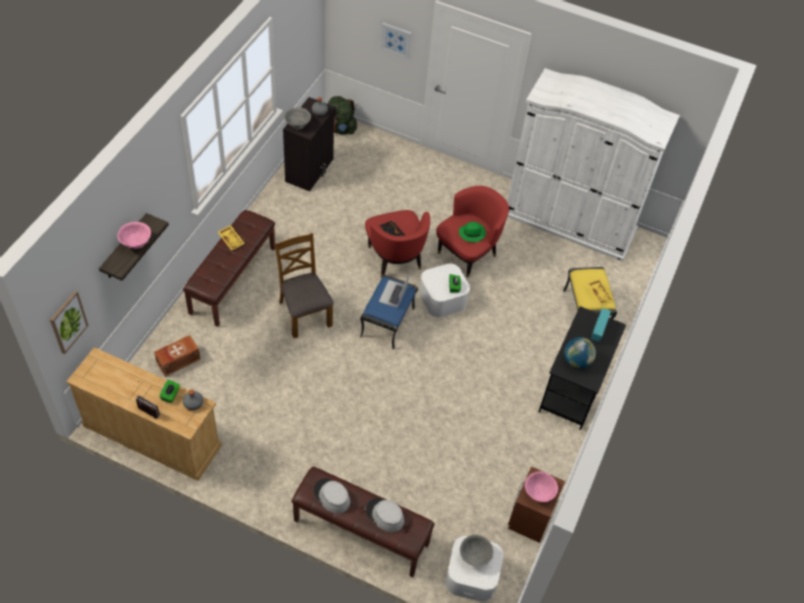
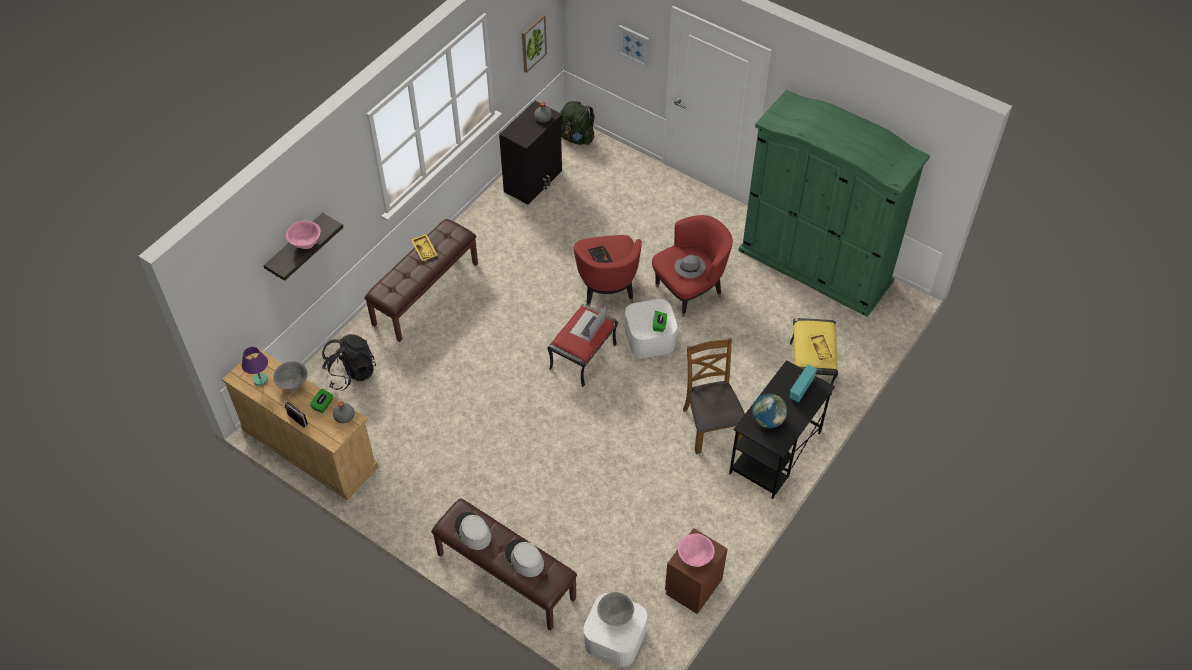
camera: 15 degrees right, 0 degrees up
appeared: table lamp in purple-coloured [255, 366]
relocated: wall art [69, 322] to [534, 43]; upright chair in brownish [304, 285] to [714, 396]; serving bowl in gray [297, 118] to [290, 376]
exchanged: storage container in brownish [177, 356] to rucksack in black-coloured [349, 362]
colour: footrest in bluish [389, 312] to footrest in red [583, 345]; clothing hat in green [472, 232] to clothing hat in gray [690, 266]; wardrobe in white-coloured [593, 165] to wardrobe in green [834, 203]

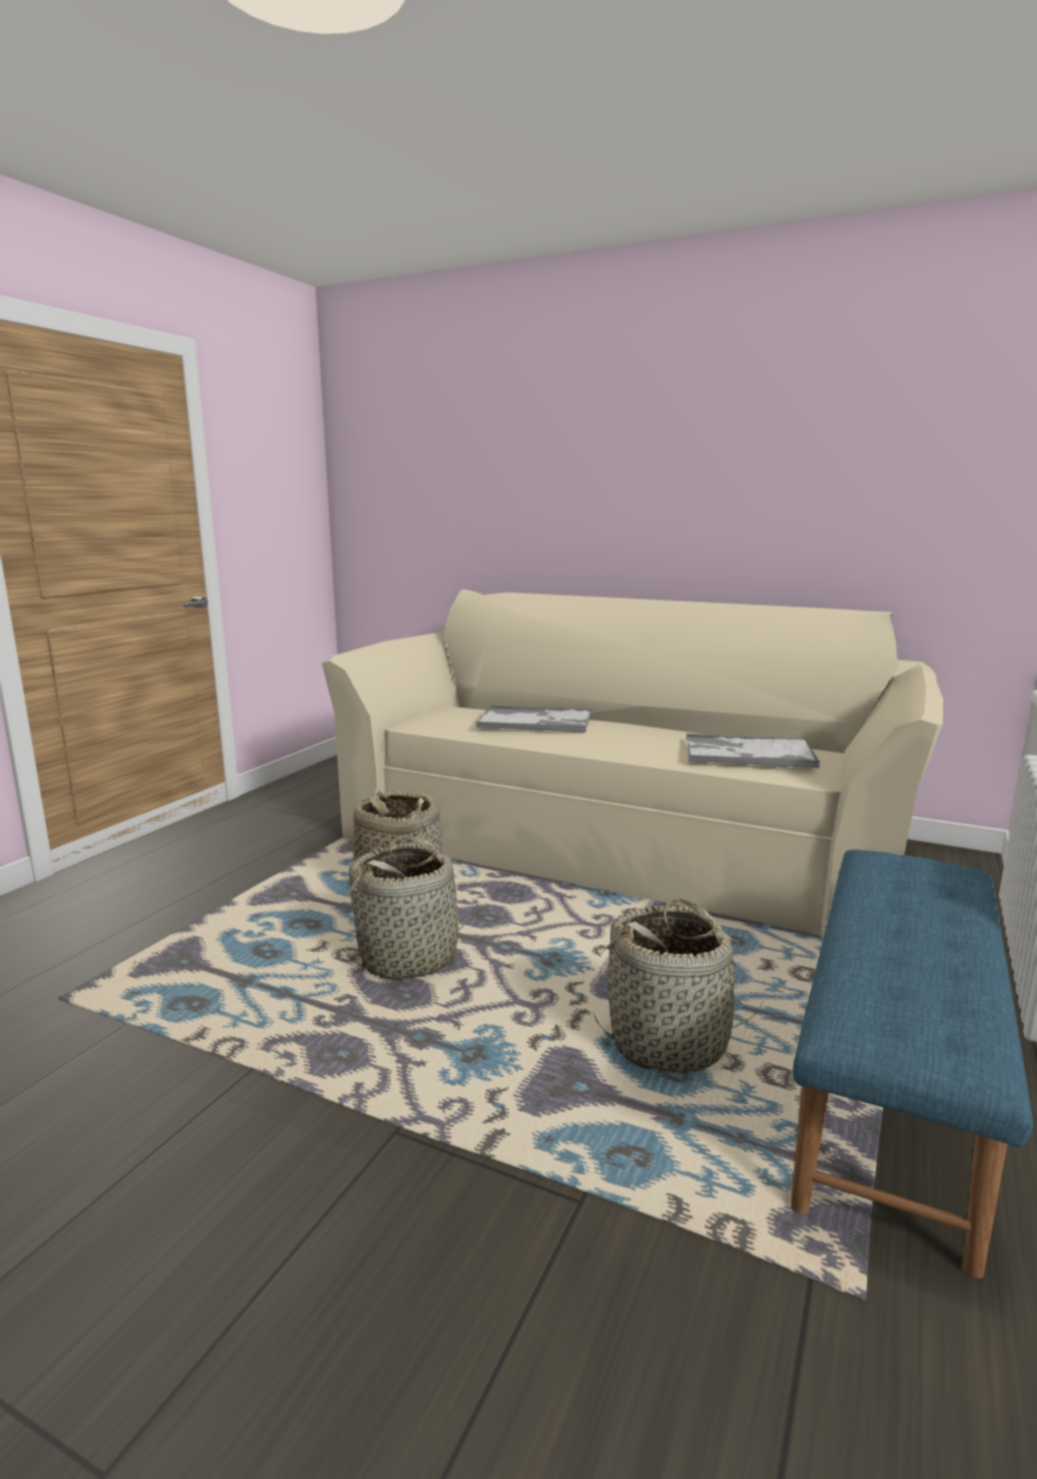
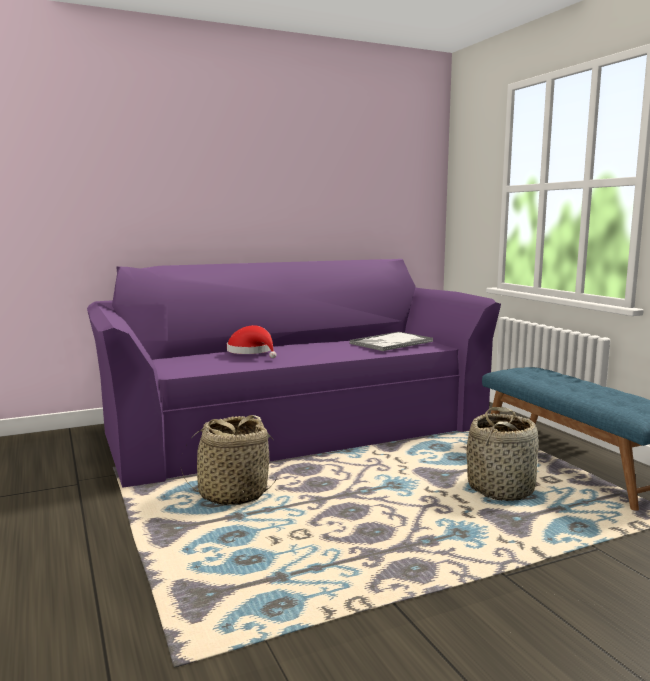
camera: 50 degrees left, 5 degrees down
missing: storage basket [411, 907]
exchanged: tray [534, 718] to clothing hat in red [251, 341]
colour: sofa in sand-coloured [632, 763] to sofa in purple-coloured [294, 373]

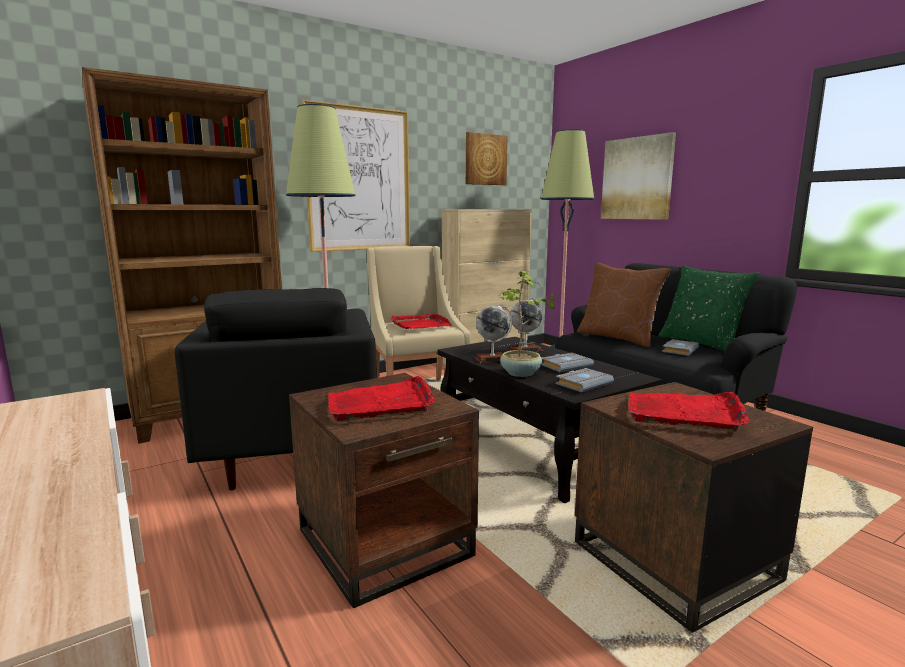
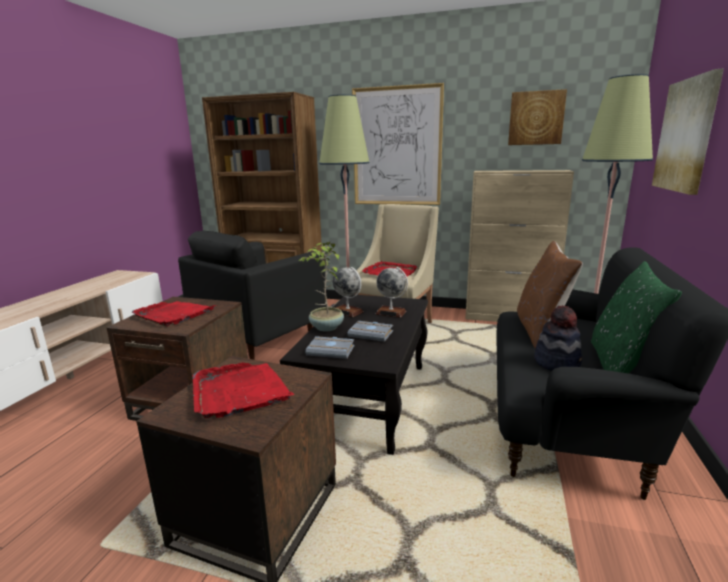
camera: 50 degrees right, 5 degrees up
exchanged: volume in gray [681, 347] to clothing hat [558, 338]

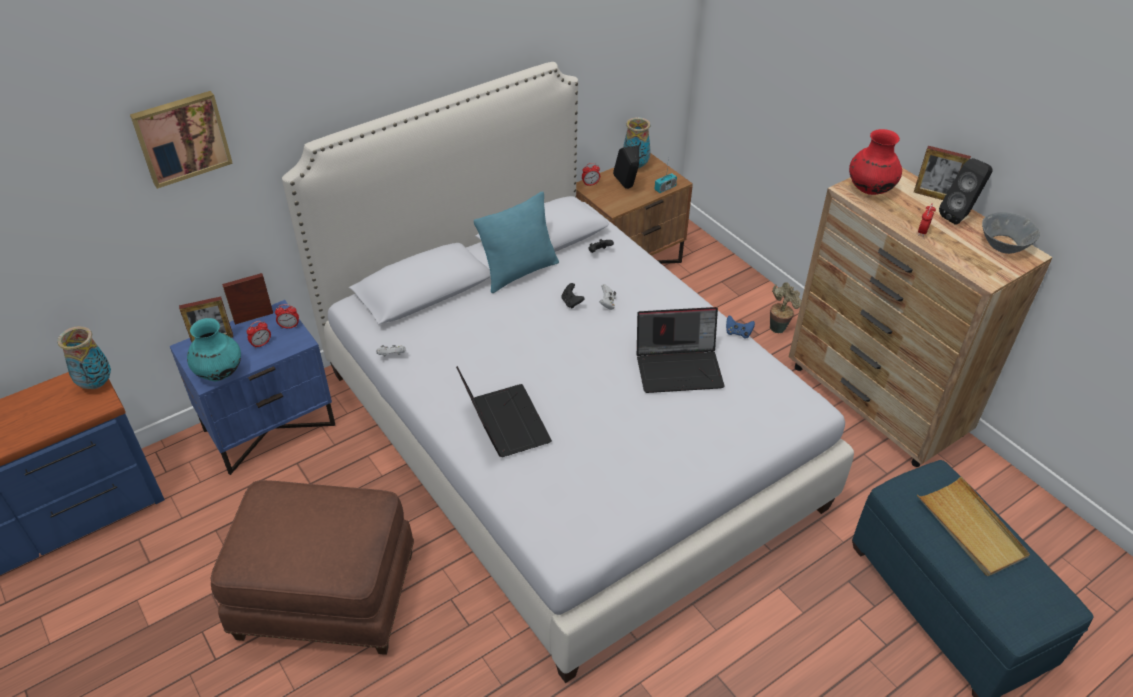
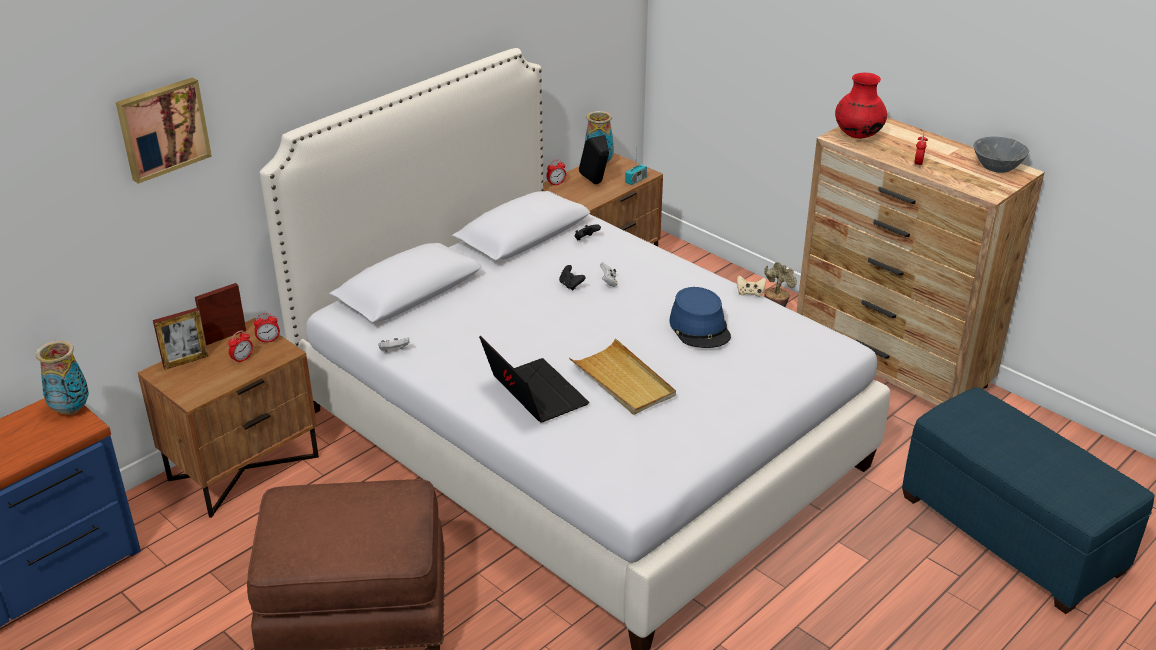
camera: 10 degrees left, 10 degrees down
missing: decorative vase in turquoise [214, 349]; pillow in turquoise [516, 242]; picture frame [942, 173]; speaker in black-coloured [965, 191]
relocated: tray in sand-coloured [973, 526] to [622, 376]
exchanged: notebook computer [680, 350] to clothing hat in bluish [700, 317]
colour: nightstand in bluish [252, 387] to nightstand in brownish [228, 418]; gamepad in bluish [740, 326] to gamepad in sand-coloured [751, 286]

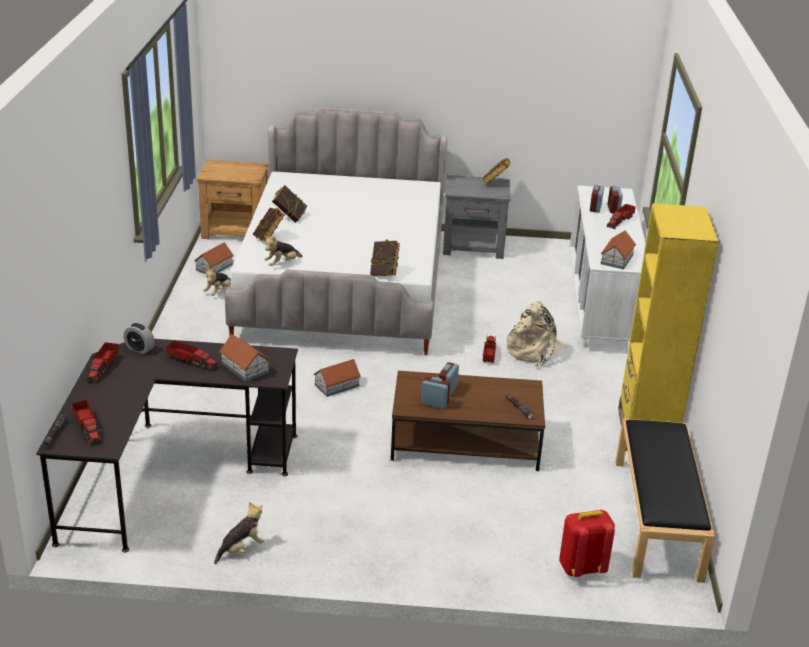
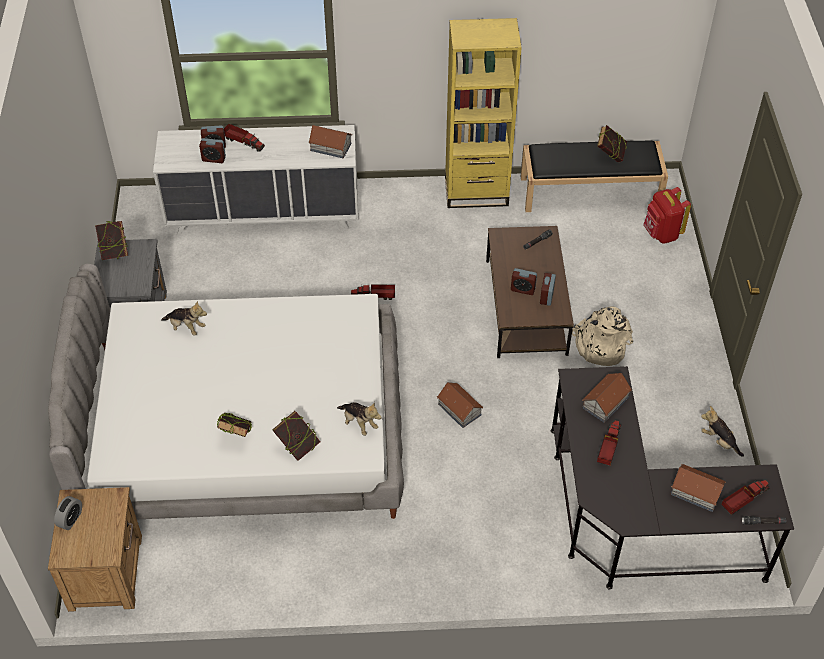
camera: 95 degrees left, 20 degrees up
missing: toy truck [103, 362]
relocated: alarm clock [139, 338] to [68, 513]; model house [214, 258] to [698, 488]; cuddly toy [217, 282] to [184, 318]; volume [385, 258] to [612, 143]; rucksack in sand-coloured [538, 334] to [602, 336]

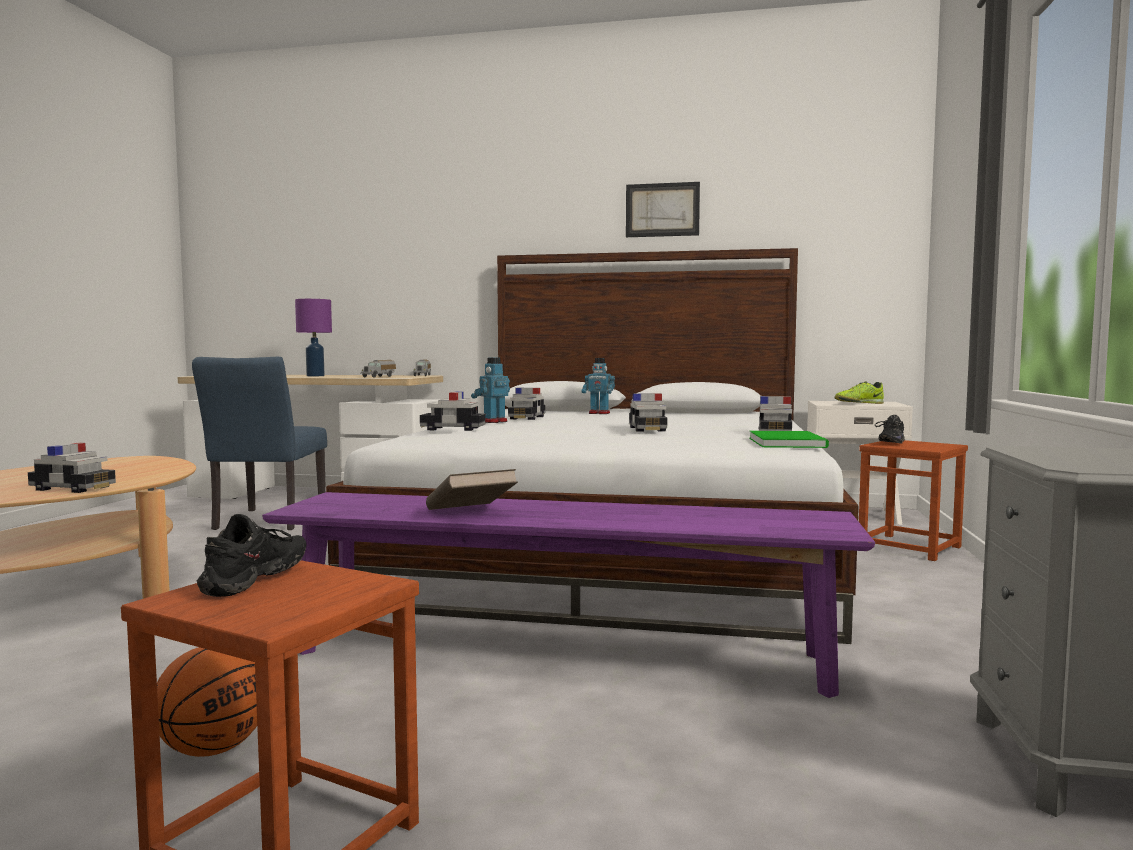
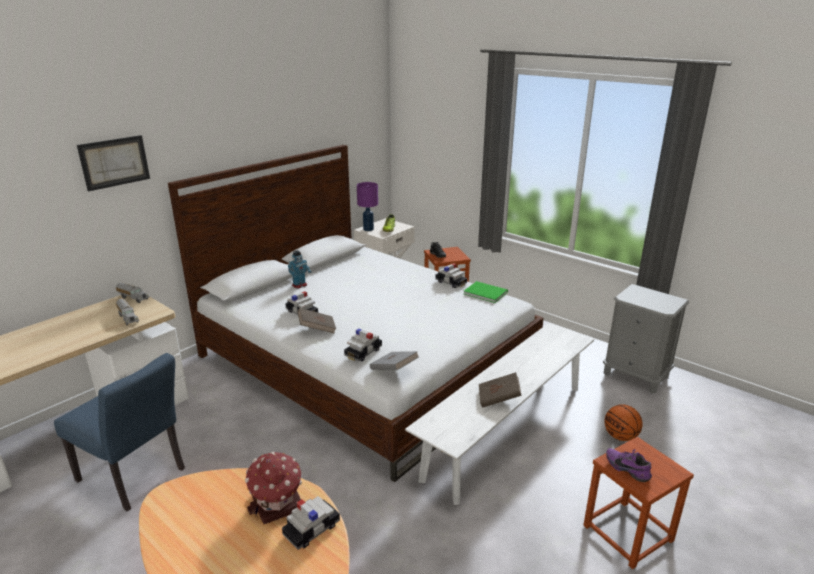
camera: 60 degrees left, 20 degrees up
missing: model car [648, 412]
appeared: model house [273, 488]; volume in gray [394, 360]
relocated: basketball [207, 702] to [623, 422]; table lamp in purple-coloured [313, 337] to [367, 206]; wall art [663, 209] to [113, 163]
exchanged: robot figure [490, 390] to volume in brownish [317, 321]
colour: item of footwear in black-coloured [251, 555] to item of footwear in purple-coloured [629, 465]; bench in purple-coloured [568, 595] to bench in white-coloured [499, 414]

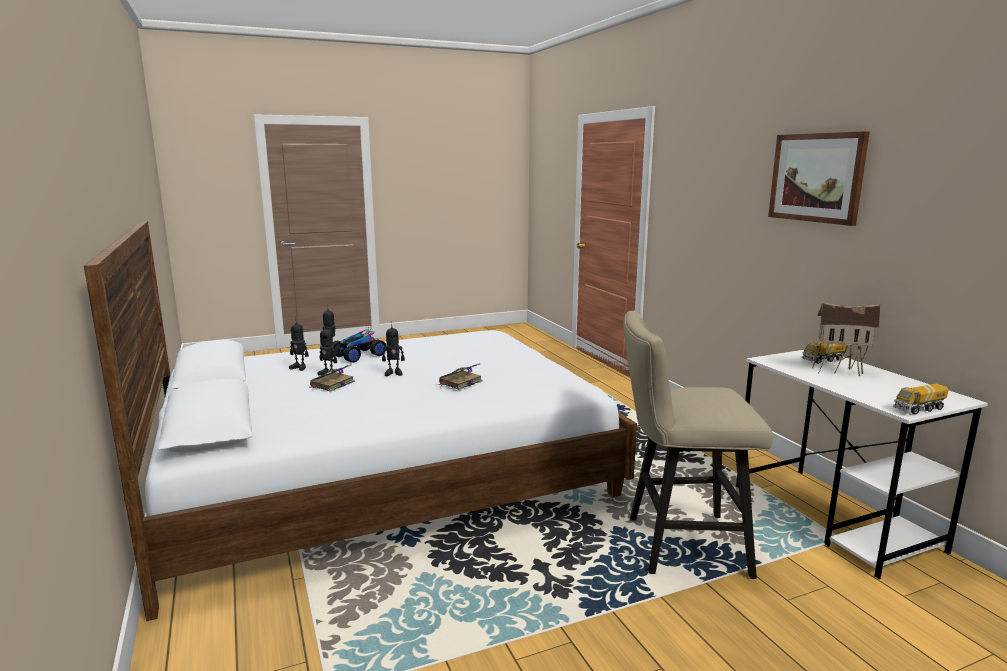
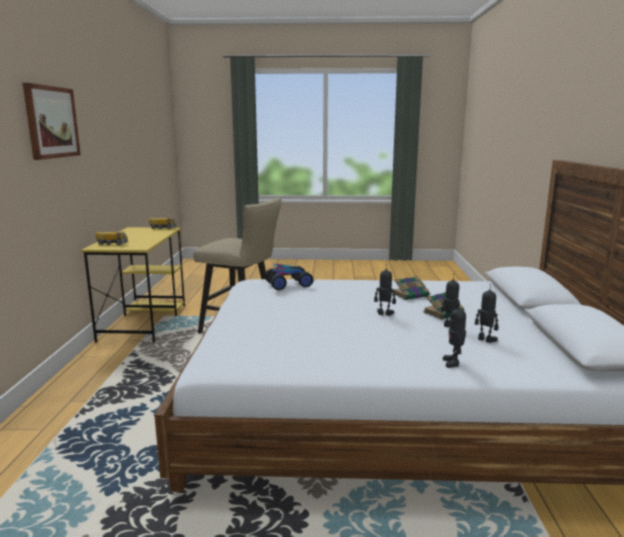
camera: 155 degrees left, 0 degrees up
missing: model house [846, 339]
relocated: model car [359, 346] to [289, 277]; volume [460, 376] to [411, 288]
colour: desk unit in white-coloured [862, 464] to desk unit in yellowish [133, 285]

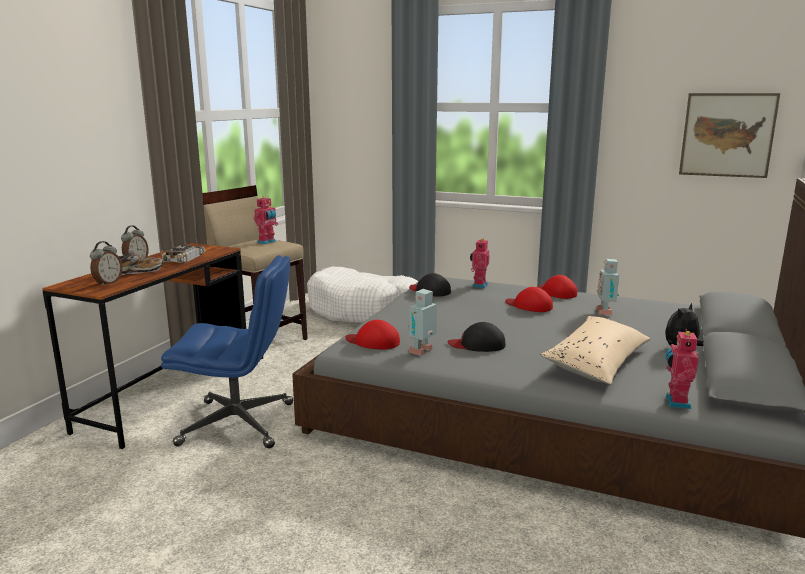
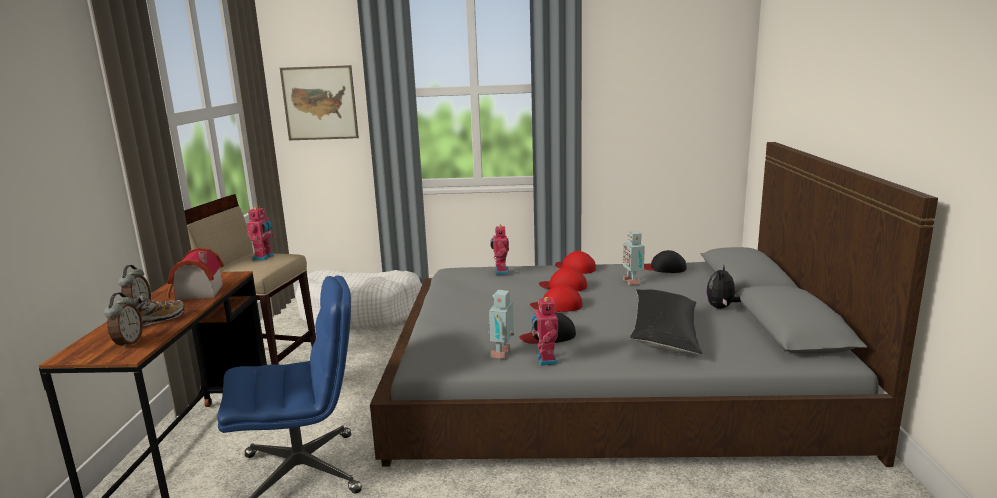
camera: 20 degrees left, 0 degrees up
relocated: baseball cap in red [372, 335] to [556, 298]; baseball cap in black-coloured [430, 285] to [665, 261]; robot figure [682, 369] to [544, 330]; wall art [729, 135] to [319, 102]
exchanged: model car [183, 253] to model house [195, 273]
colour: pillow in sand-coloured [595, 350] to pillow in black-coloured [666, 322]

